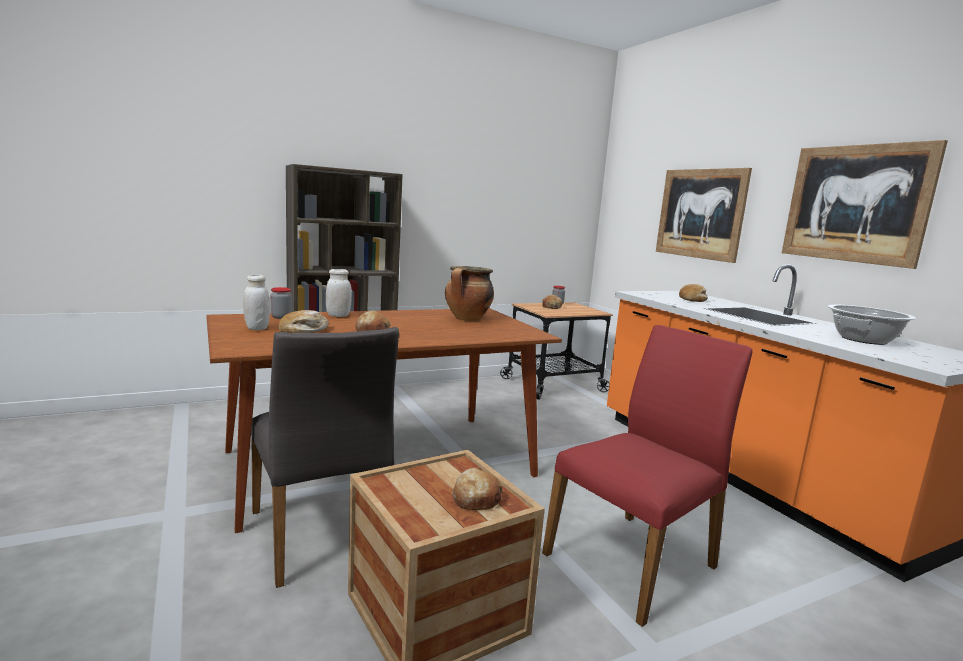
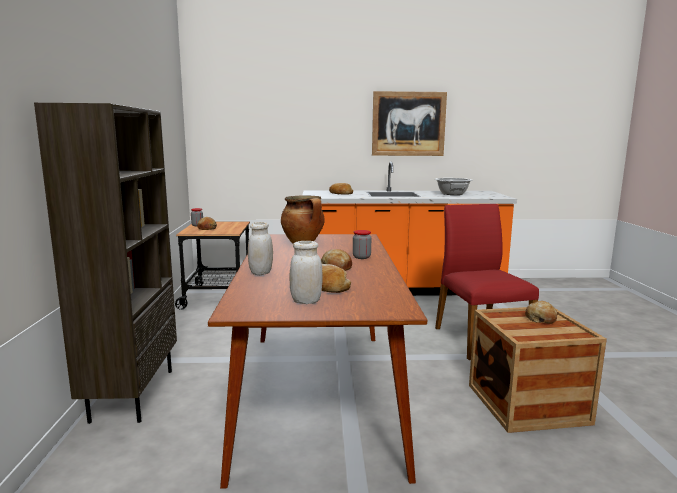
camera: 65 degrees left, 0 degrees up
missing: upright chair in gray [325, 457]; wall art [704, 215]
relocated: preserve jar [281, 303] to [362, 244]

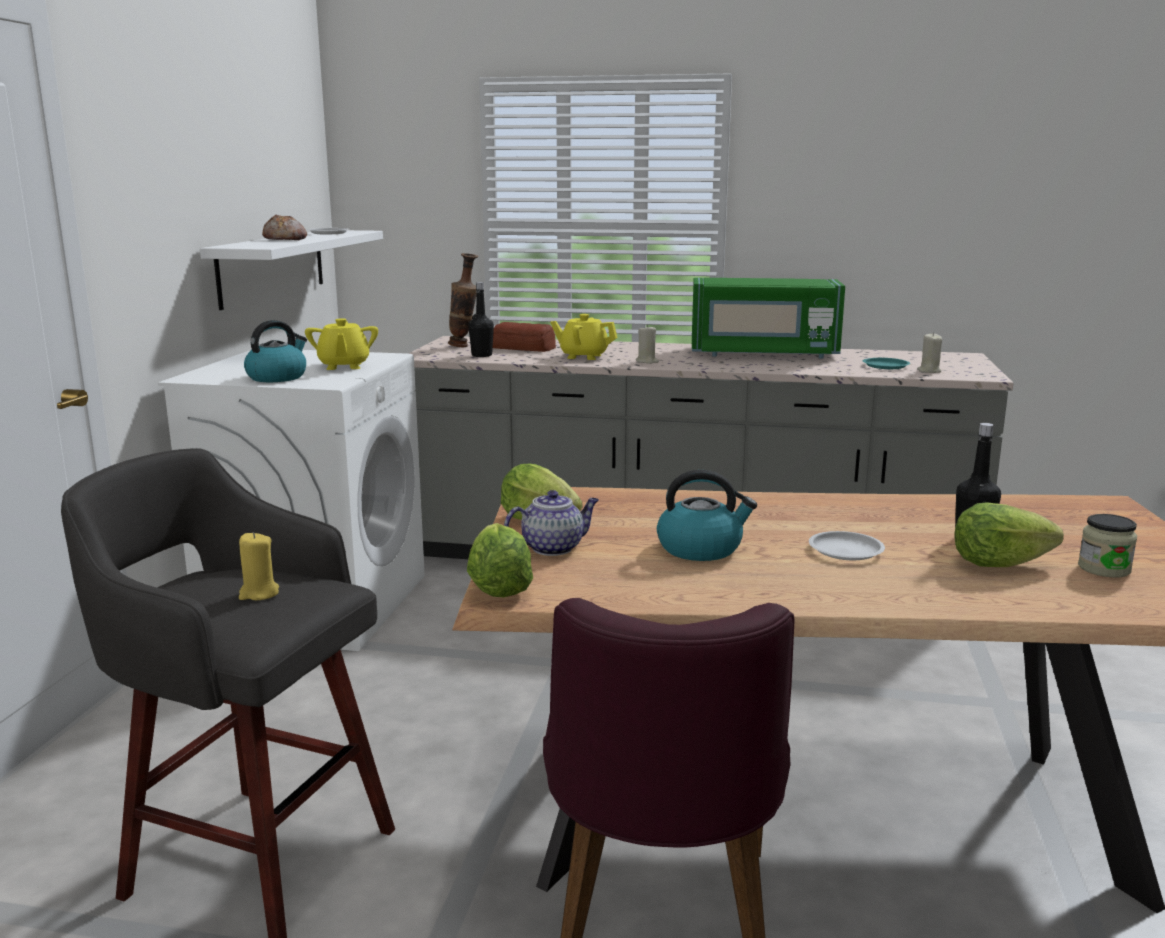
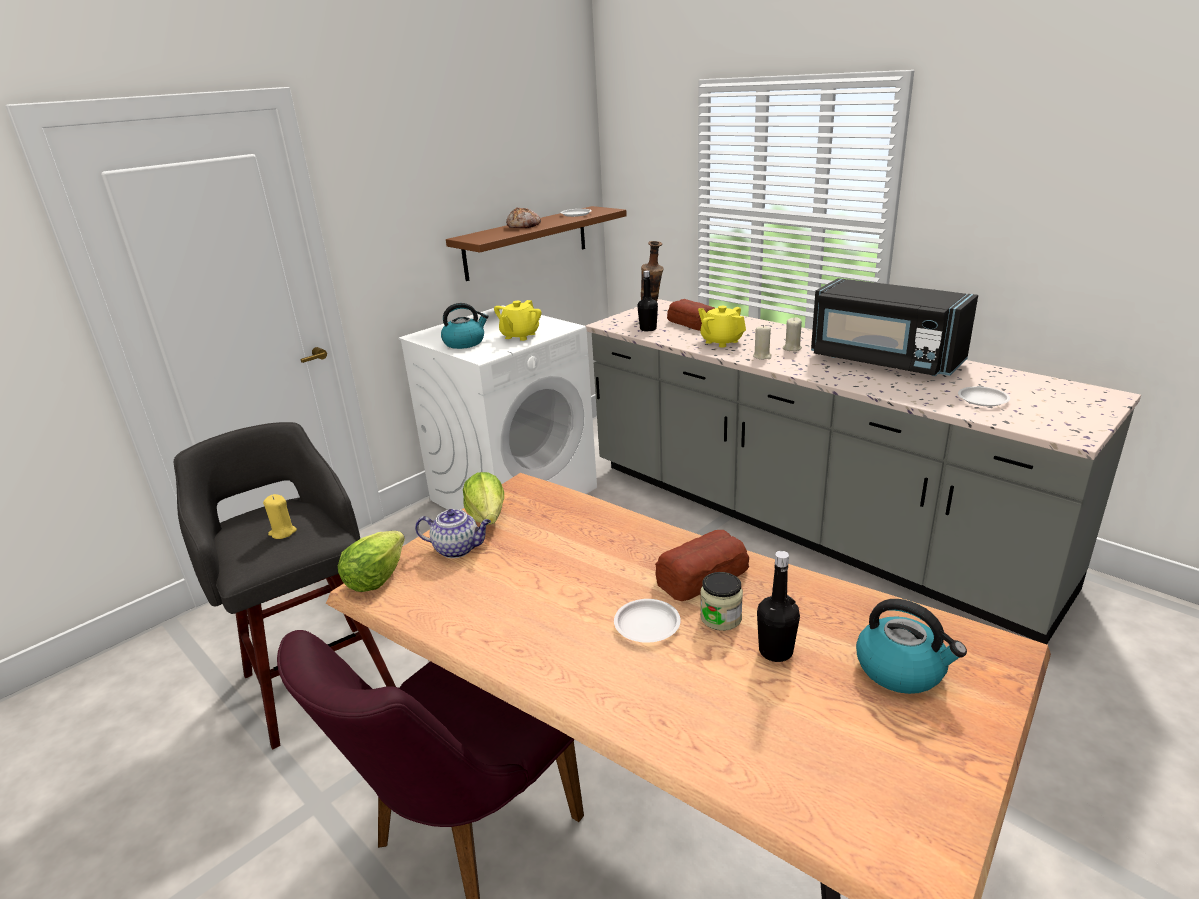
camera: 35 degrees right, 10 degrees up
missing: head of lettuce [1009, 534]
appeared: bread [702, 565]
relocated: water kettle [707, 515] to [911, 646]; candle in sand-coloured [929, 353] to [792, 334]; preserve jar [1107, 546] to [721, 601]
colour: shelf in white-coloured [291, 270] to shelf in brownish [536, 243]; microwave oven in green [768, 318] to microwave oven in black-coloured [894, 327]; plate in turquoise [886, 363] to plate in white-coloured [984, 396]

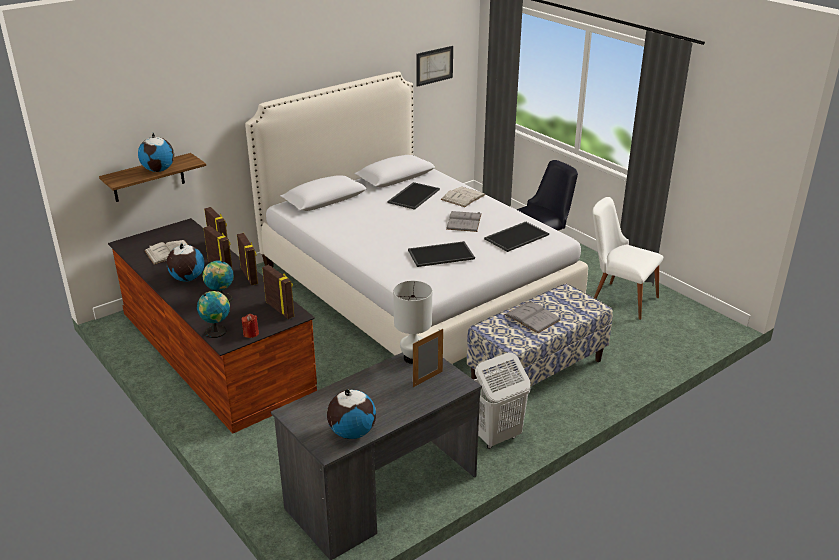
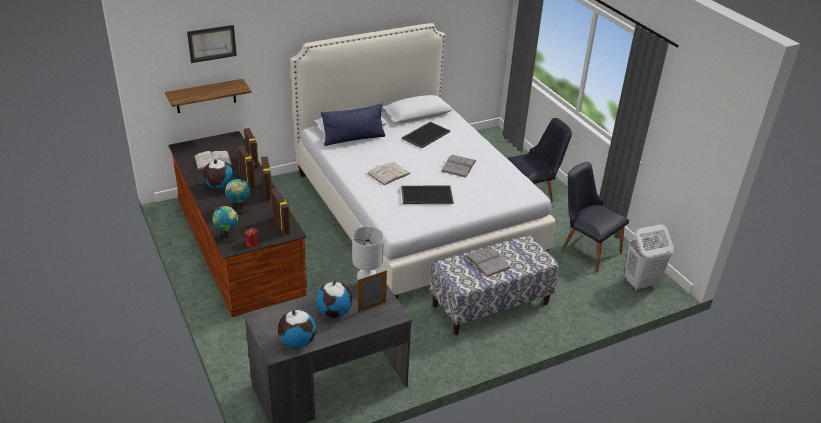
camera: 10 degrees right, 5 degrees up
missing: tray [516, 237]
appeared: pillow in bluish [353, 124]
relocated: globe [156, 152] to [334, 299]; wall art [434, 66] to [212, 44]; volume in white-coloured [463, 197] to [388, 173]; laundry basket in white-coloured [502, 400] to [649, 257]
colour: upright chair in white-coloured [627, 258] to upright chair in black-coloured [595, 217]

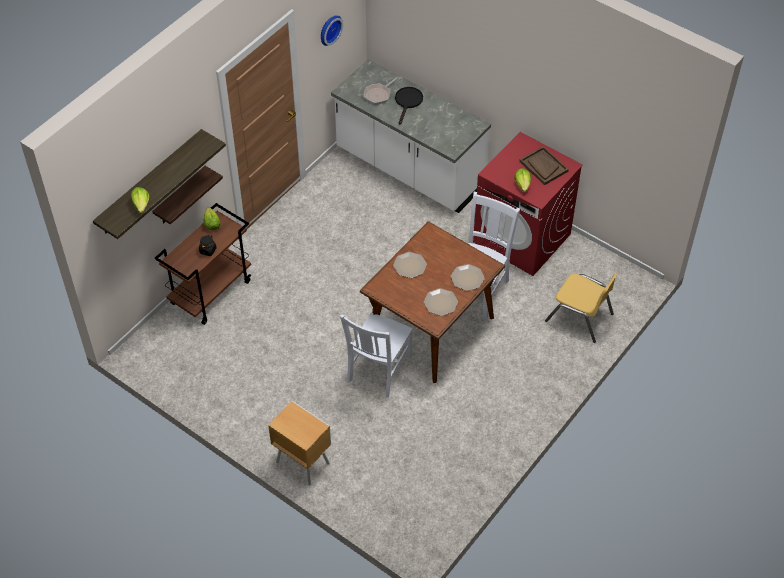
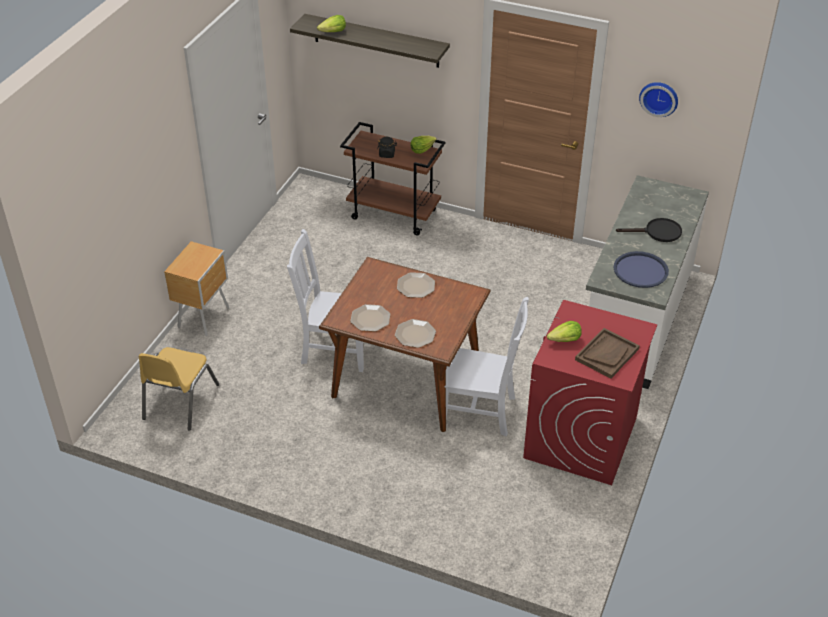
camera: 75 degrees right, 10 degrees down
missing: shelf [187, 195]; pan [380, 91]
appeared: tray in bluish [641, 269]
relocated: upright chair in yellowish [581, 308] to [179, 389]

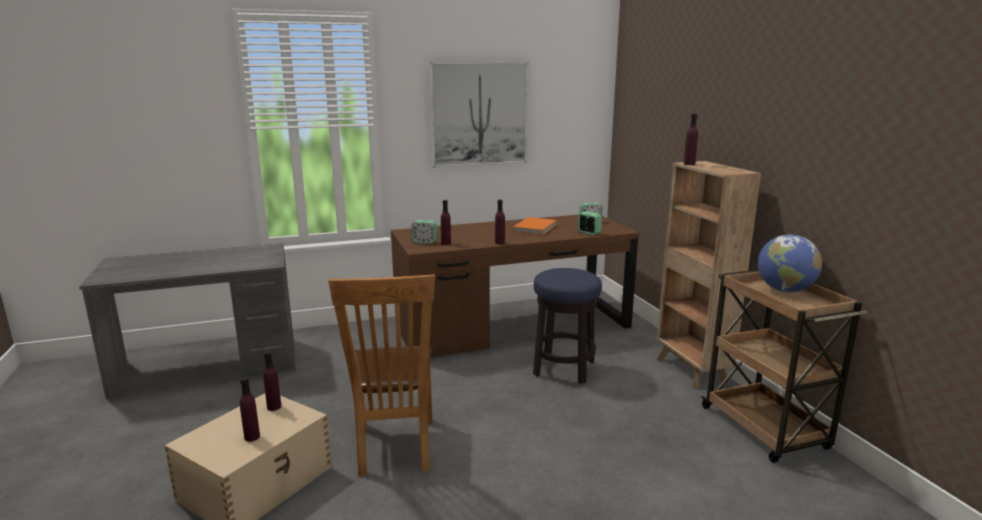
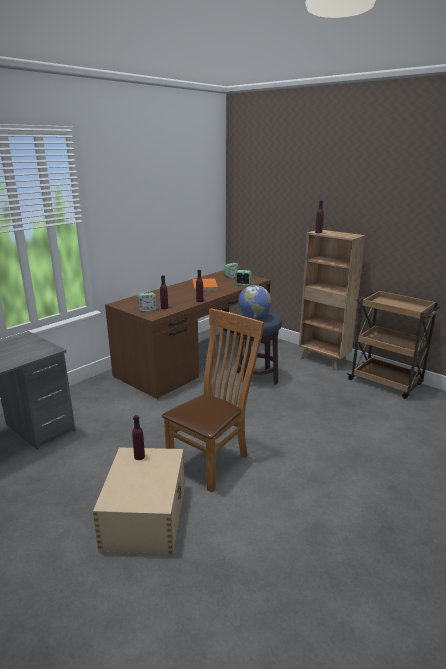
camera: 30 degrees left, 5 degrees up
missing: drink bottle in purple-coloured [250, 409]; wall art [479, 115]
relocated: globe [790, 263] to [254, 301]
spun: upright chair in brownish [381, 375] = [213, 401] 105 degrees counterclockwise

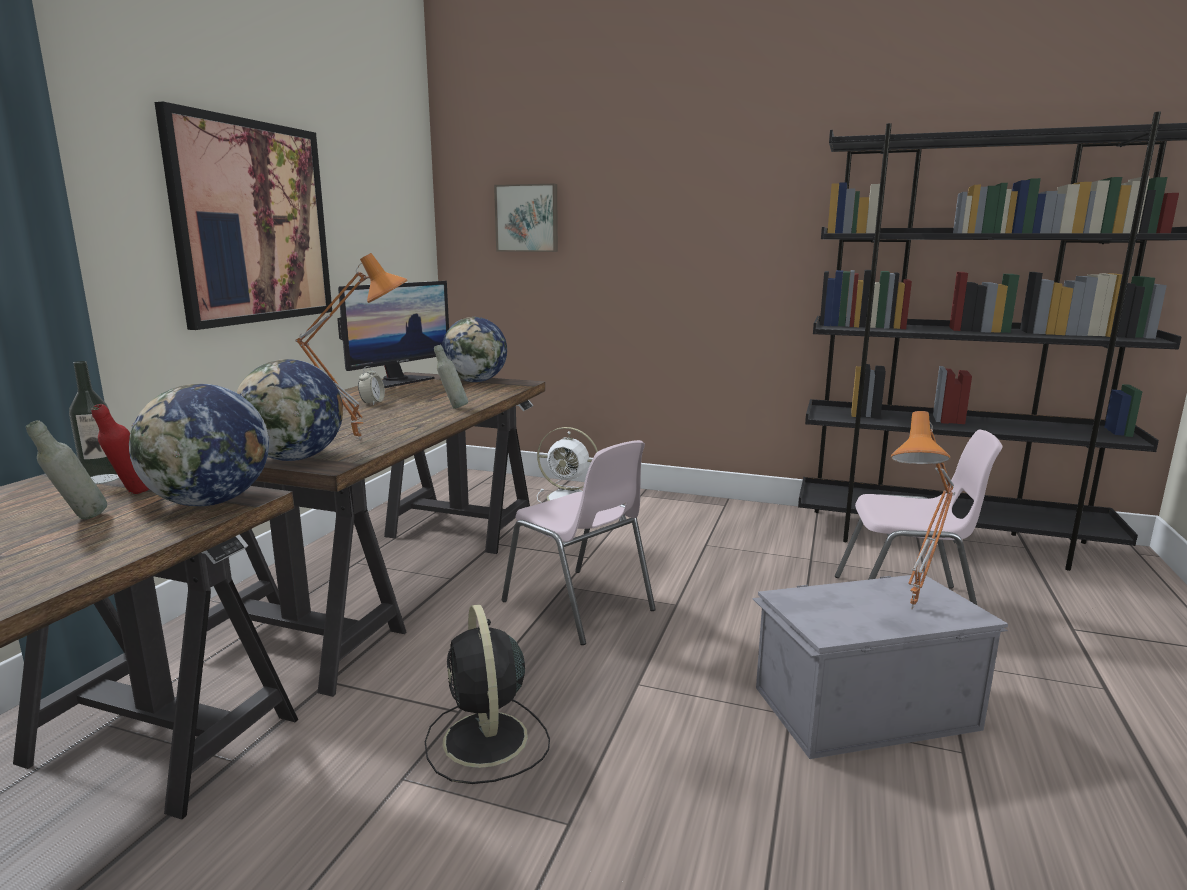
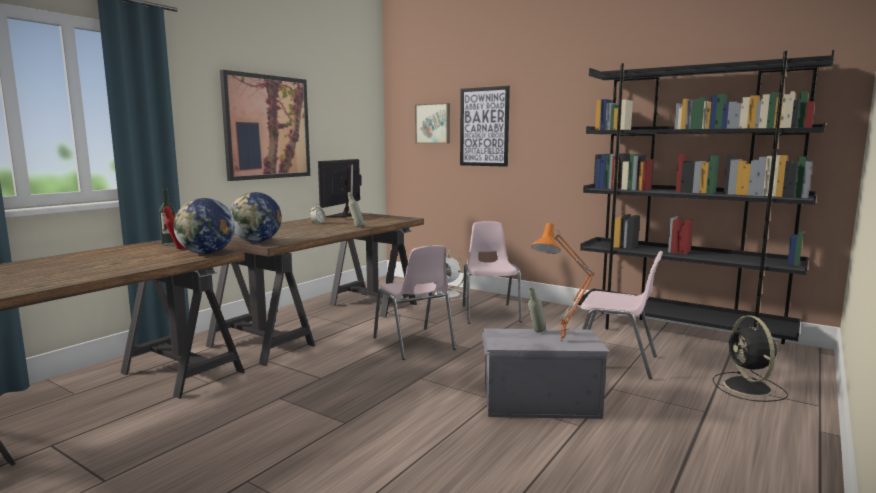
camera: 15 degrees right, 5 degrees down
missing: table lamp in orange [351, 347]; globe [474, 349]
appeared: wall art [485, 126]; upright chair in pink [492, 272]
relocated: drink bottle in gray [66, 469] to [537, 310]; electric fan in black-coloured [487, 694] to [750, 358]
spun: computer screen [393, 334] = [340, 188] 150 degrees clockwise

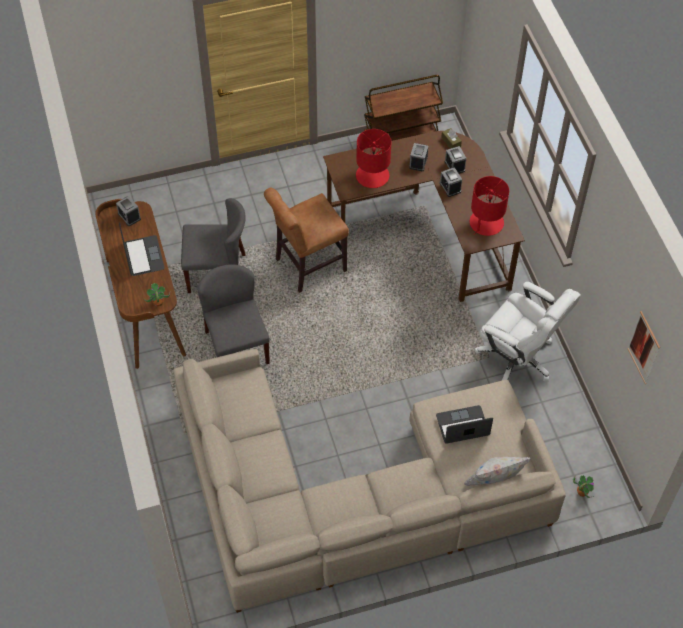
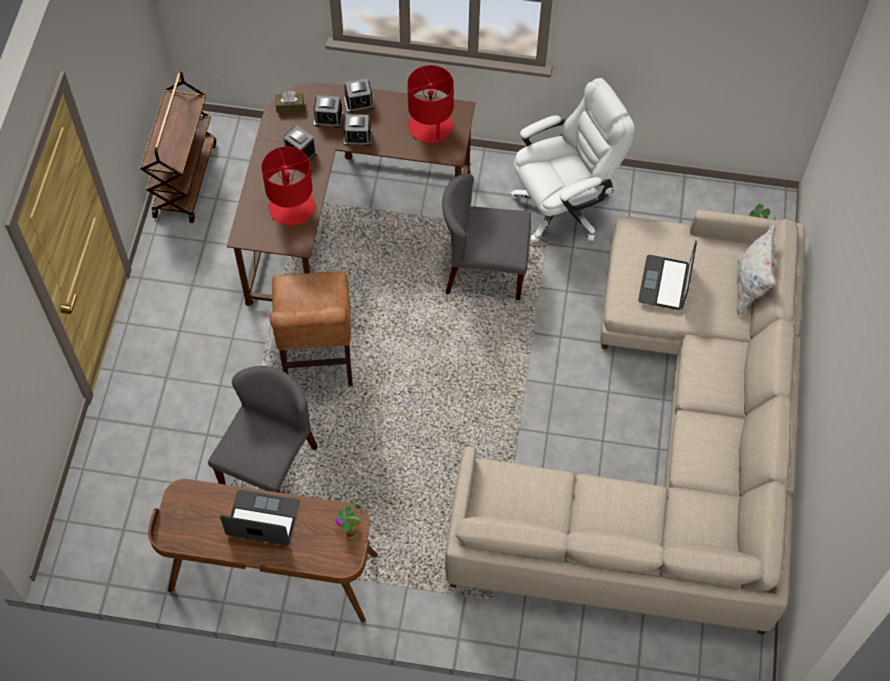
camera: 65 degrees left, 5 degrees up
missing: wall art [643, 347]
relocated: alarm clock [128, 211] to [359, 96]; upright chair in gray [234, 314] to [486, 236]

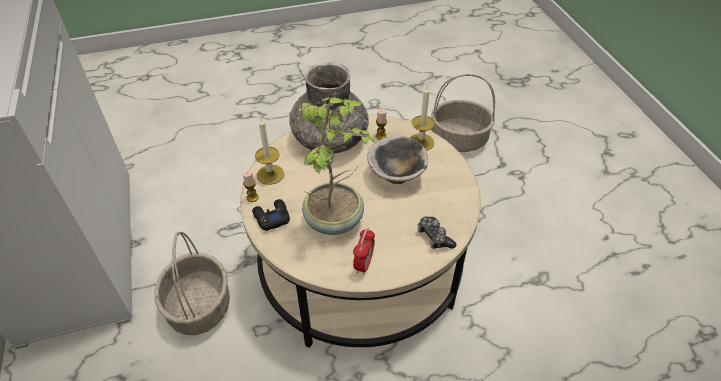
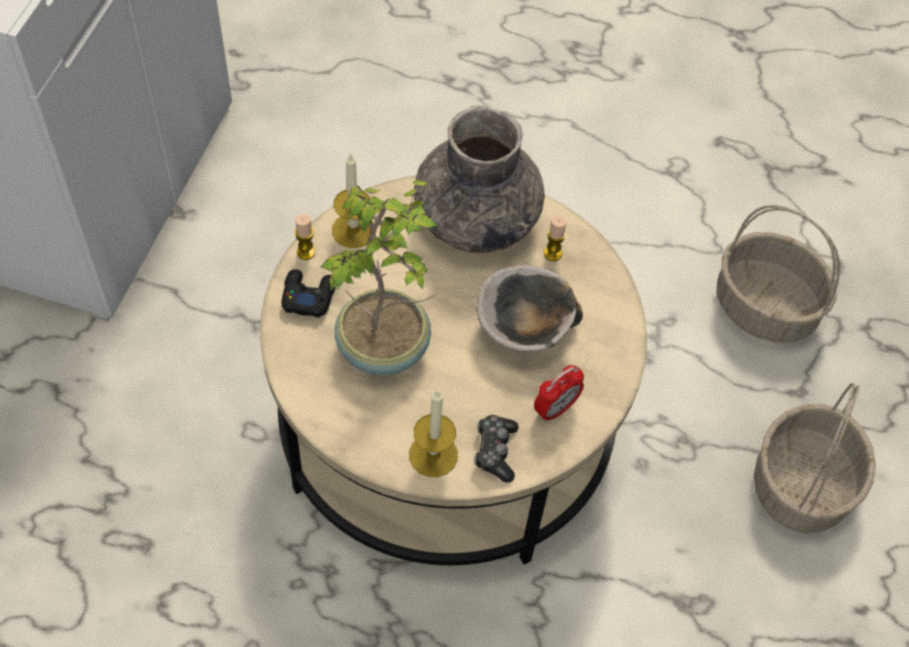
camera: 30 degrees right, 10 degrees up
relocated: storage basket [192, 283] to [815, 458]; alarm clock [364, 251] to [559, 394]; candle [422, 118] to [433, 433]

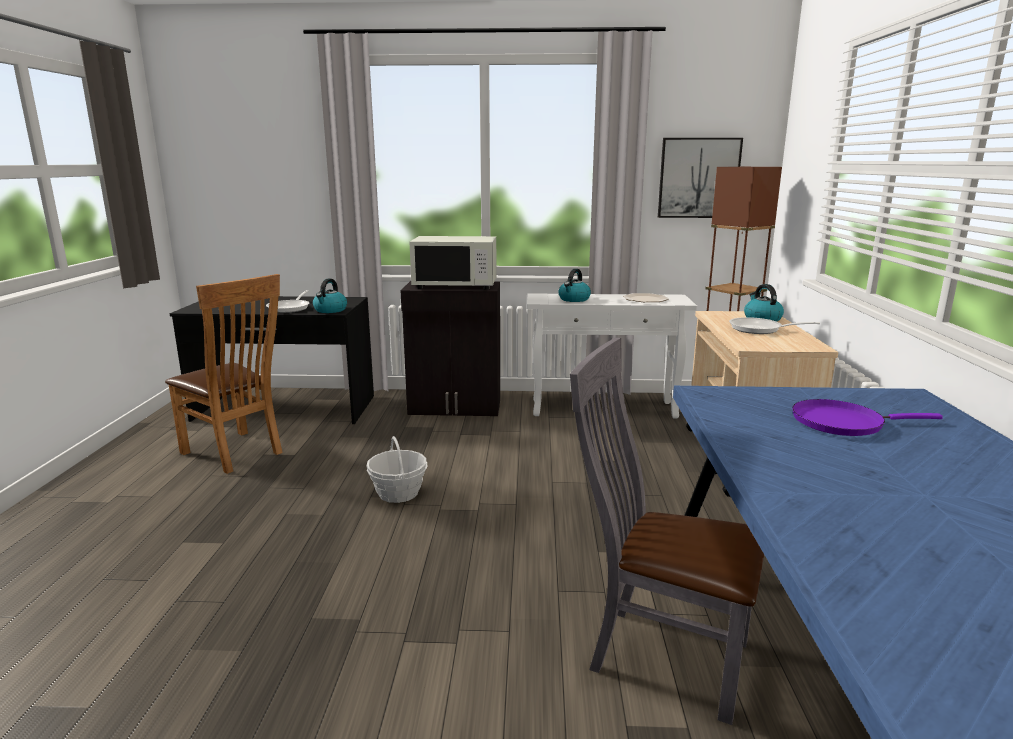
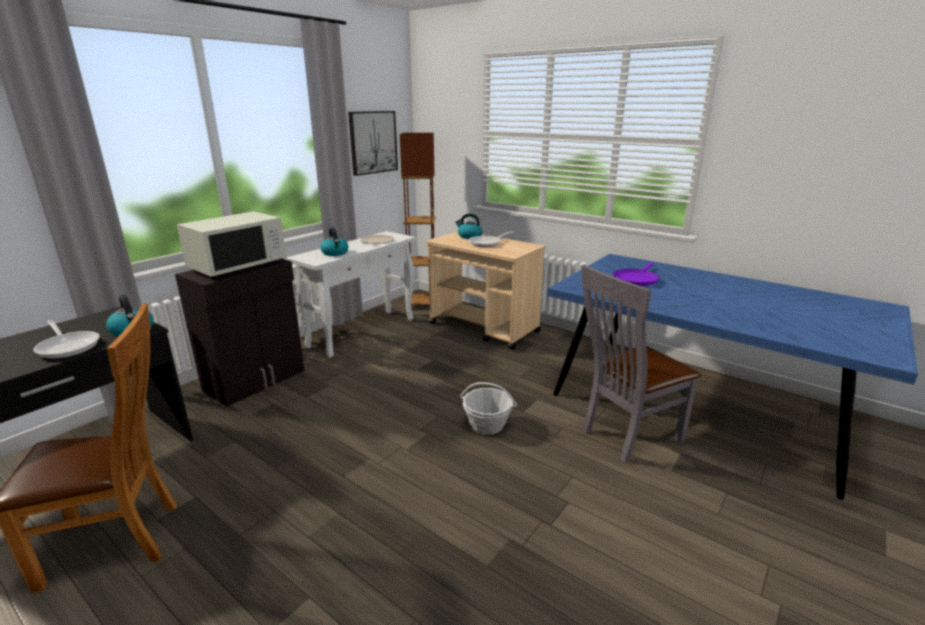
camera: 55 degrees left, 5 degrees up
relocated: storage basket [397, 469] to [488, 408]

